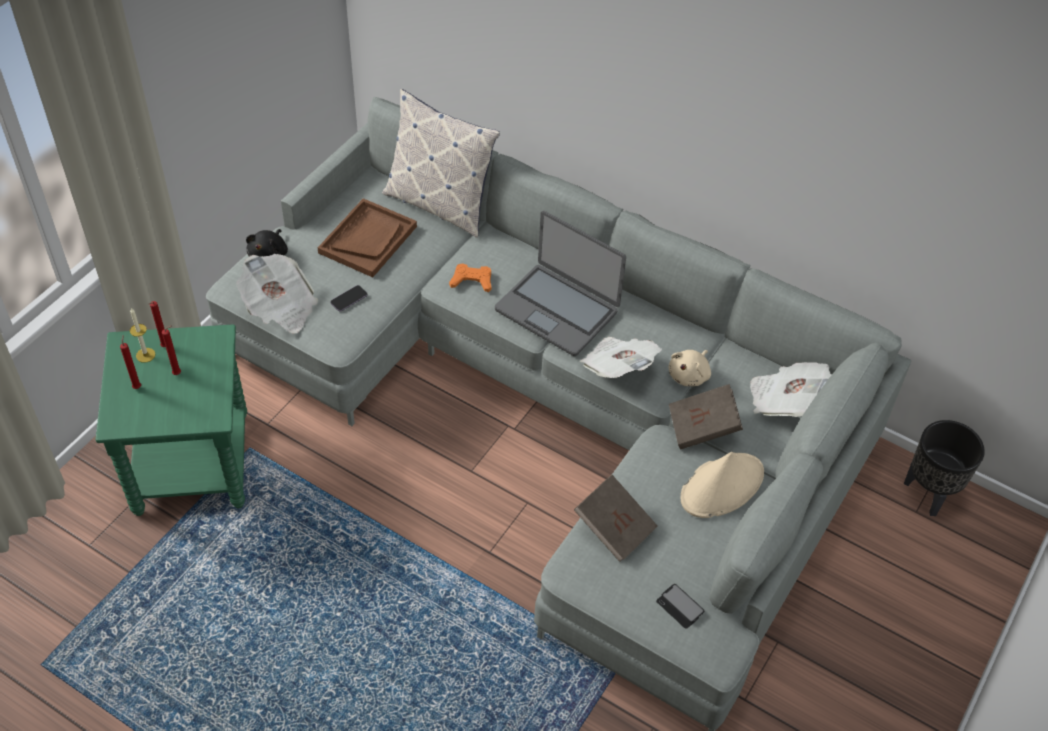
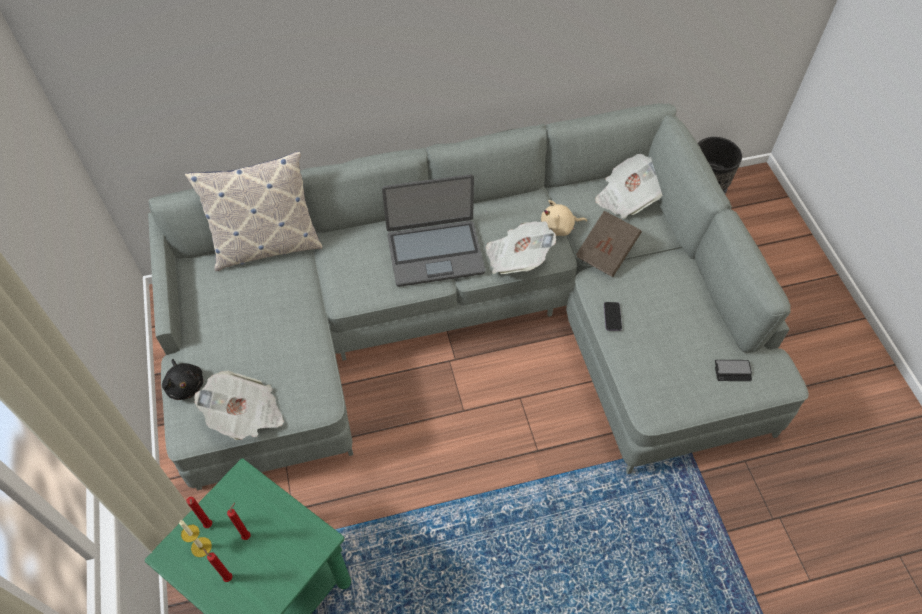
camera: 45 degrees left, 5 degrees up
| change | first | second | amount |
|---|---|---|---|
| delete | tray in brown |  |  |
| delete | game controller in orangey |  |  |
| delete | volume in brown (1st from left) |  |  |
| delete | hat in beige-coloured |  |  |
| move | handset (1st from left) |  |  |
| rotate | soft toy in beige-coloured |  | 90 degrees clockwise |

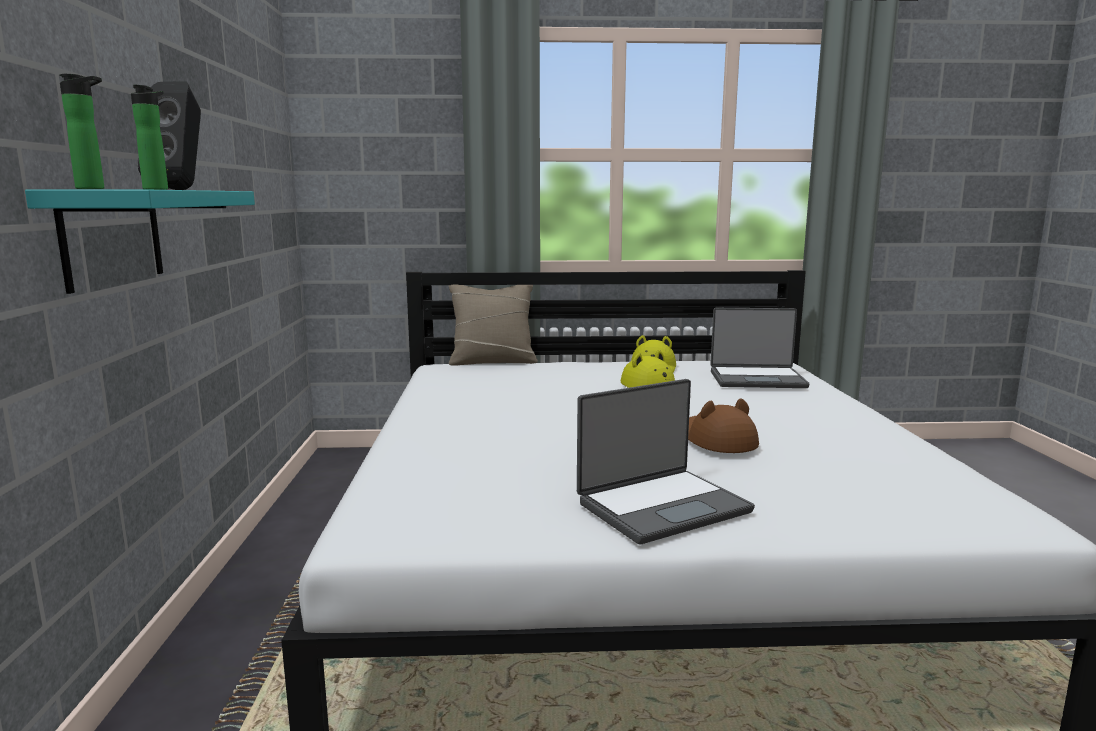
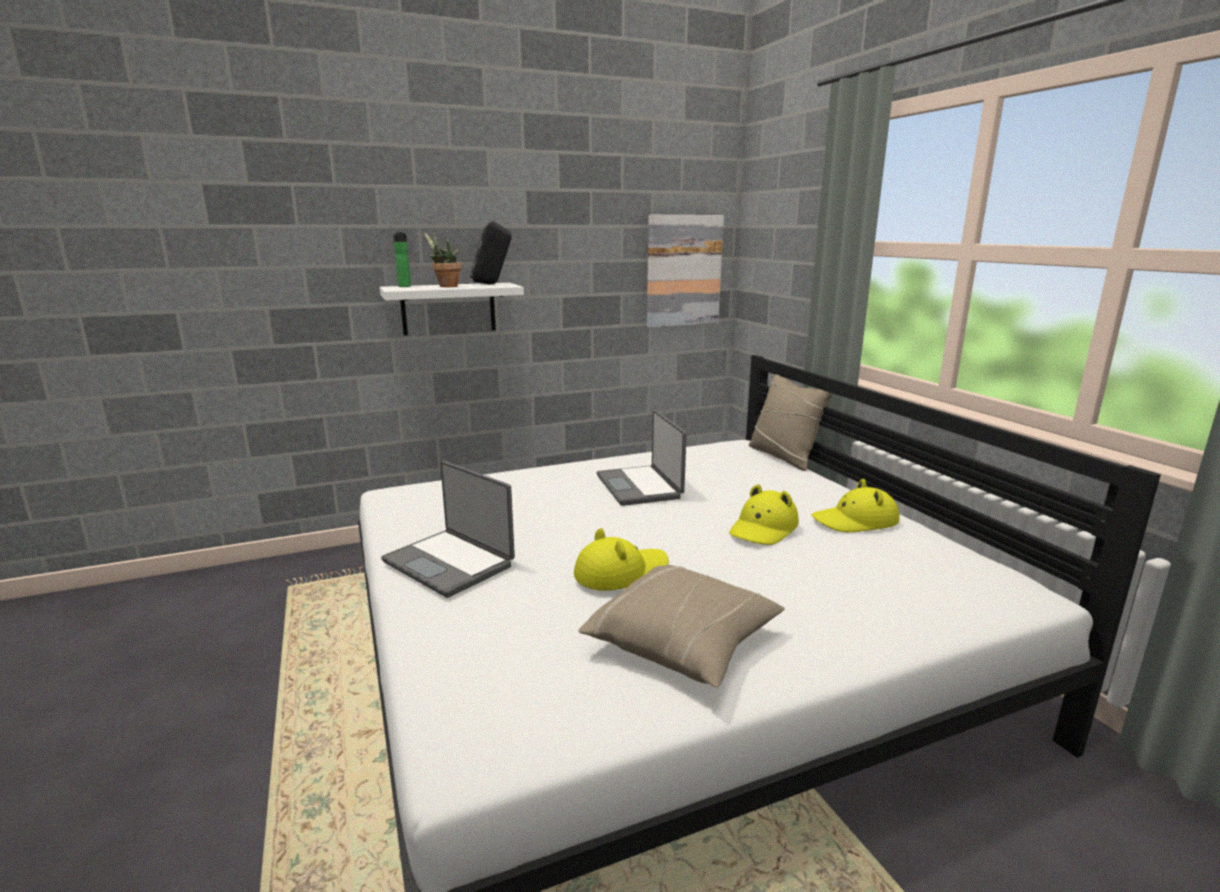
camera: 70 degrees right, 5 degrees up
| change | first | second | amount |
|---|---|---|---|
| insert |  | pillow in beige-coloured (1st from left) |  |
| insert |  | wall picture |  |
| move | notebook computer (2nd from left) |  |  |
| replace | bottle (2nd from left) | plant in a pot |  |
| recolor | bracket shelf in turquoise-coloured | bracket shelf in whitish |  |
| recolor | hat in brown | hat in yellowish (1st from left) |  |

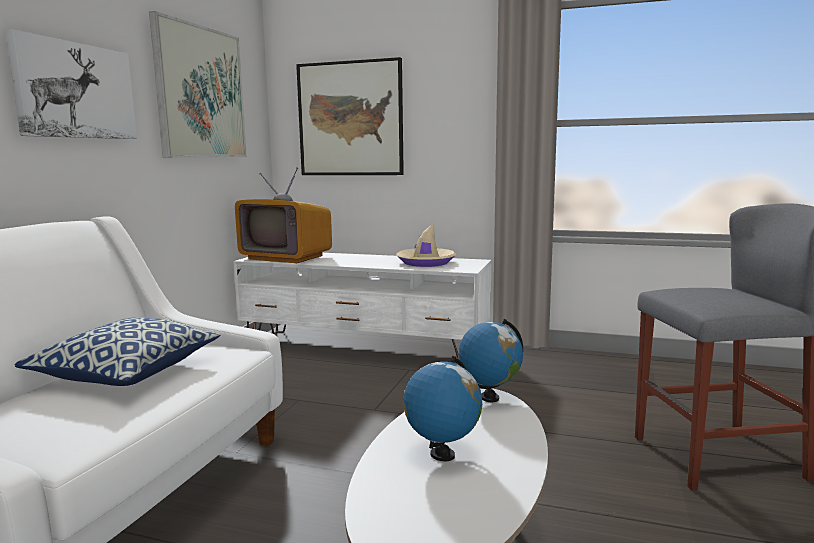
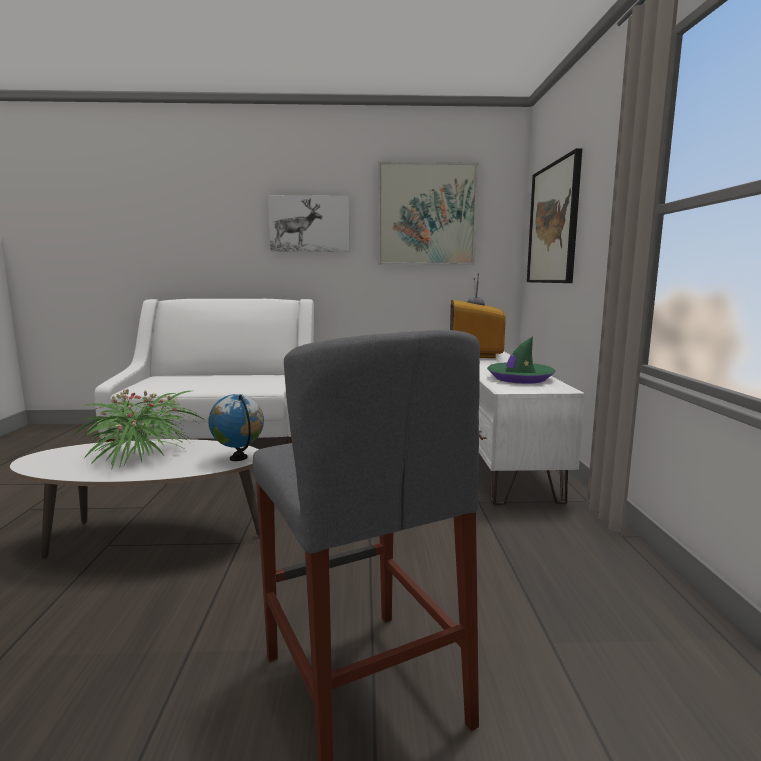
camera: 70 degrees right, 0 degrees up
| change | first | second | amount |
|---|---|---|---|
| delete | pillow |  |  |
| replace | globe (1st from left) | plant in a pot |  |
| recolor | hat in beige-coloured | hat in greenish |  |

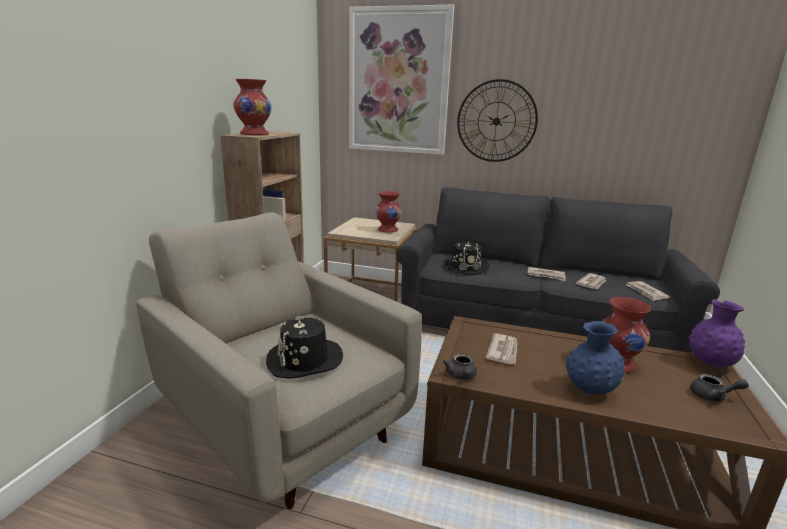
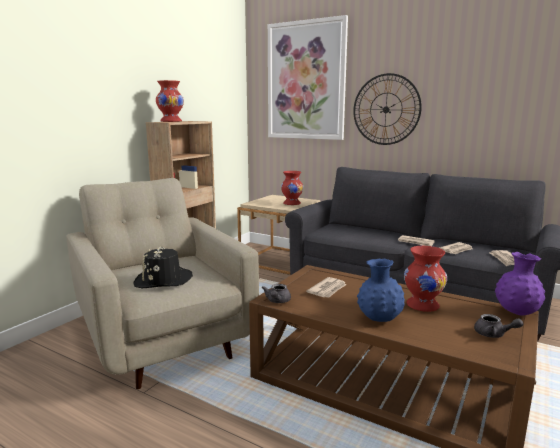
camera: 15 degrees right, 5 degrees down
| change | first | second | amount |
|---|---|---|---|
| delete | hat in black-coloured (2nd from left) |  |  |

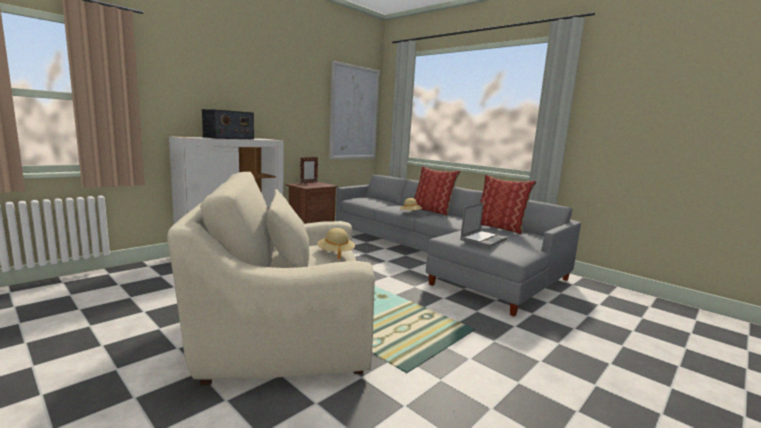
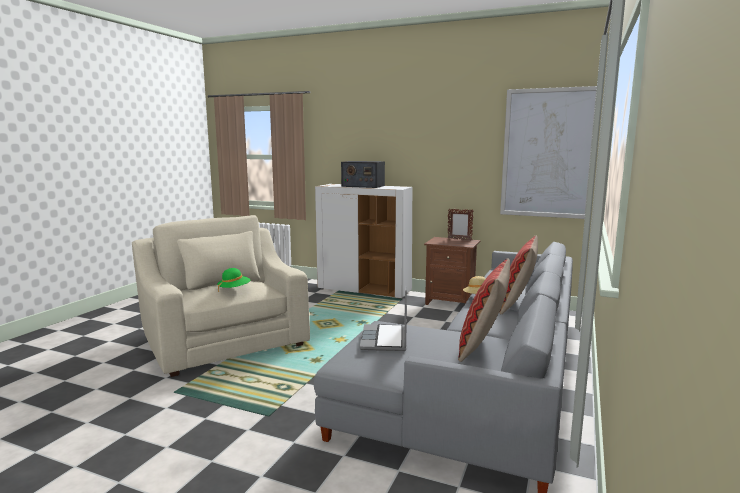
camera: 70 degrees right, 0 degrees up
| change | first | second | amount |
|---|---|---|---|
| recolor | hat in beige-coloured (1st from left) | hat in greenish |  |
| rotate | notebook computer |  | 75 degrees clockwise |

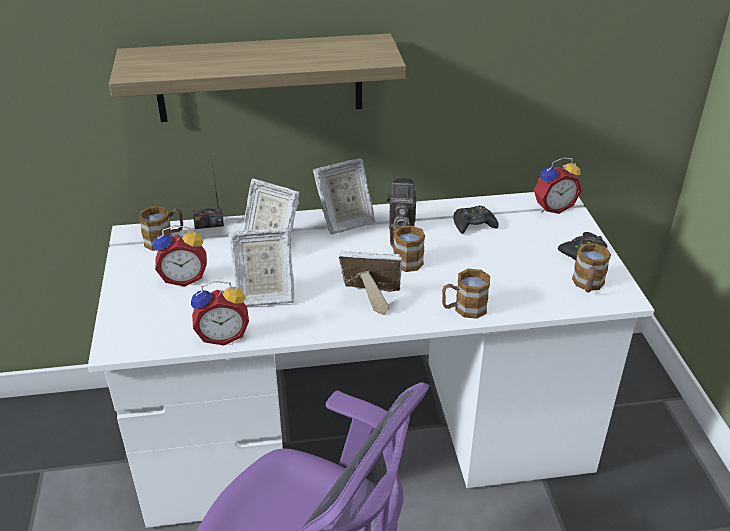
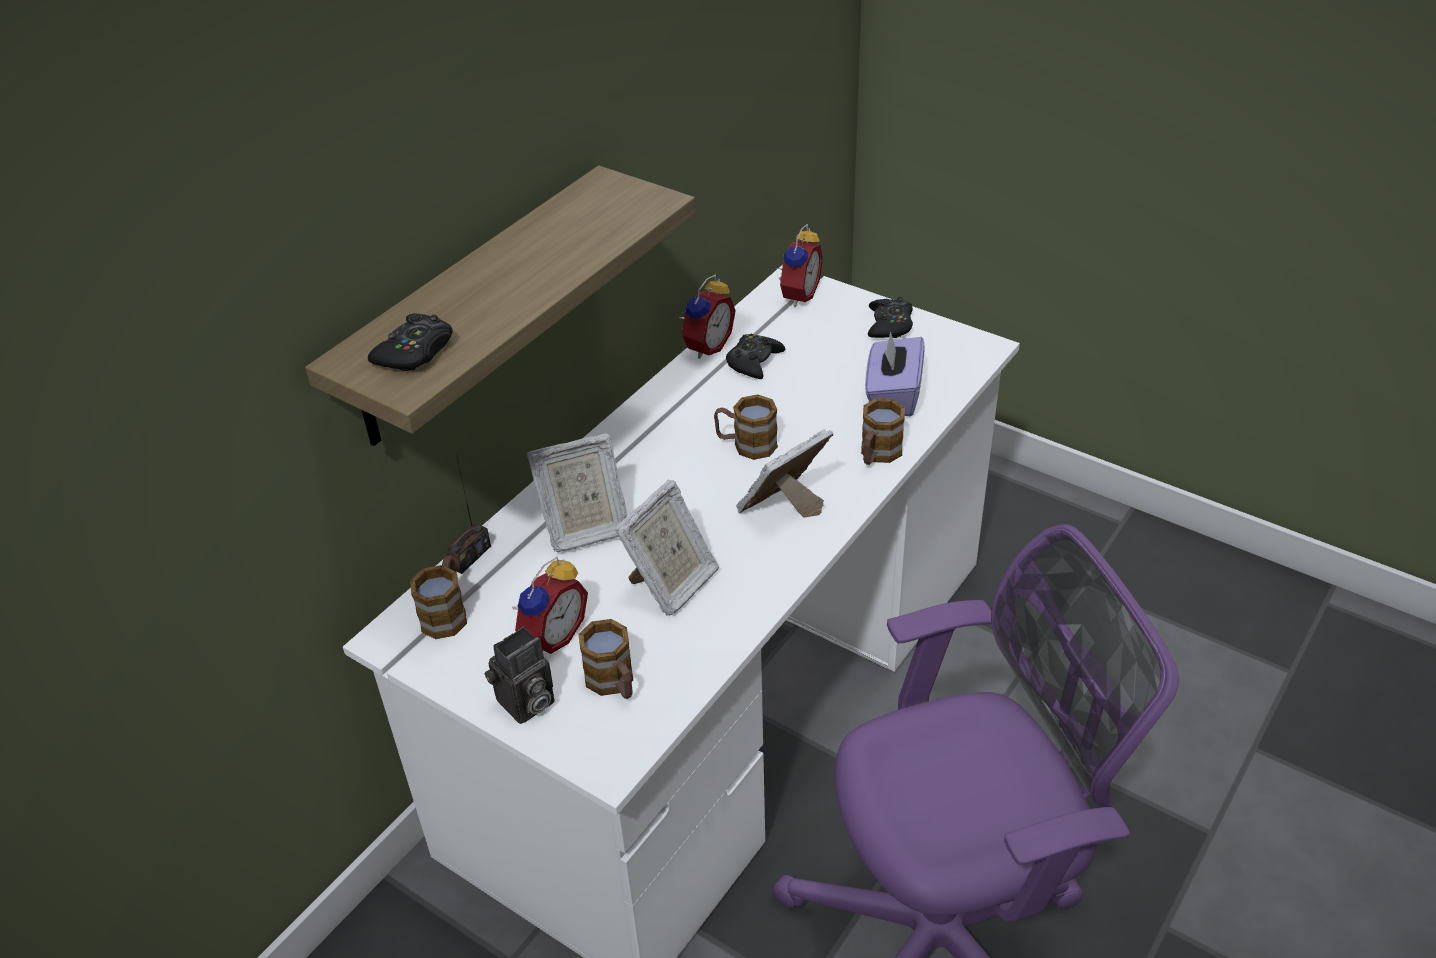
camera: 45 degrees left, 5 degrees up
| change | first | second | amount |
|---|---|---|---|
| delete | standing frame (3rd from left) |  |  |
| insert |  | game controller in black-coloured (1st from left) |  |
| insert |  | tissue box in purple |  |
| move | table clock (2nd from left) |  |  |
| move | still camera |  |  |
| move | coffee mug (4th from left in the first image) | coffee mug (2nd from left) |  |

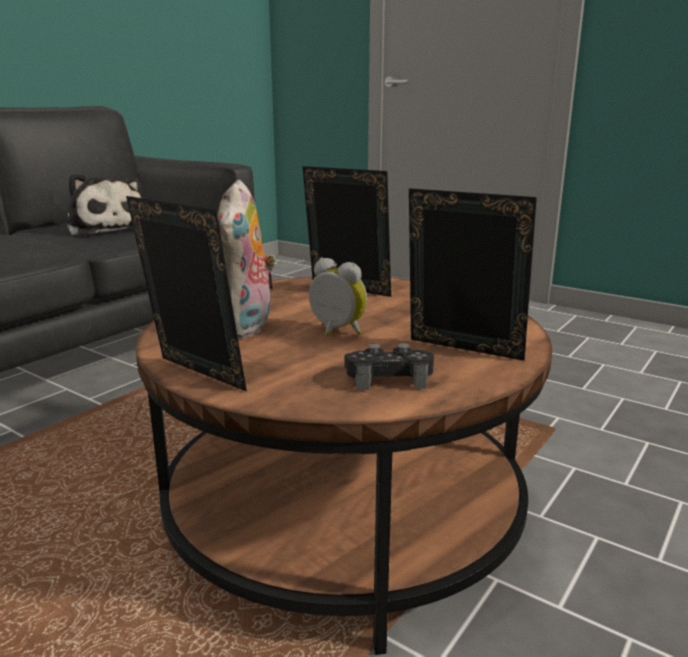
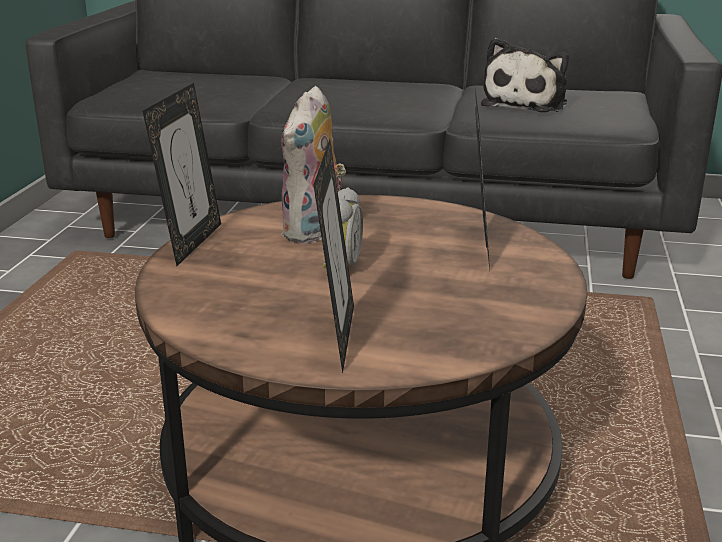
camera: 65 degrees right, 5 degrees up
| change | first | second | amount |
|---|---|---|---|
| delete | game controller in black-coloured |  |  |
| rotate | soft toy (2nd from left in the first image) | soft toy (1st from left) | 45 degrees counterclockwise |

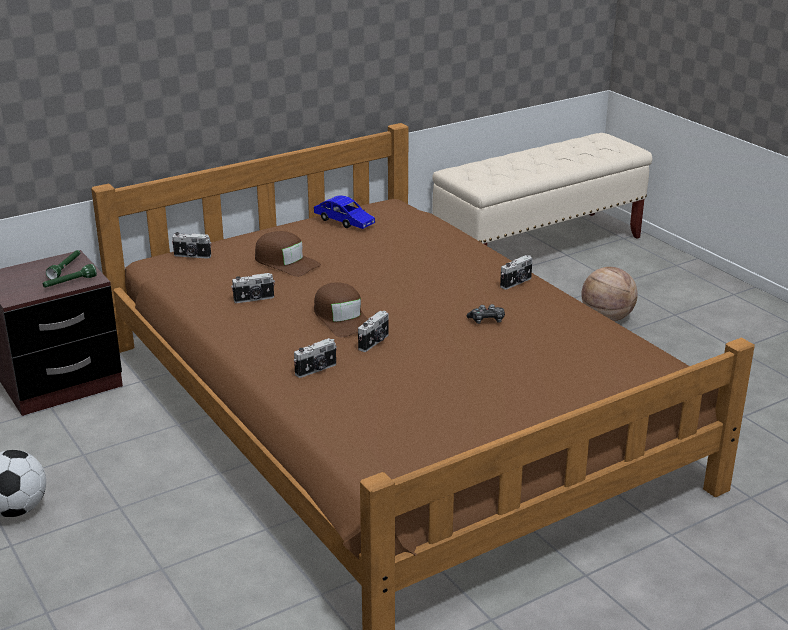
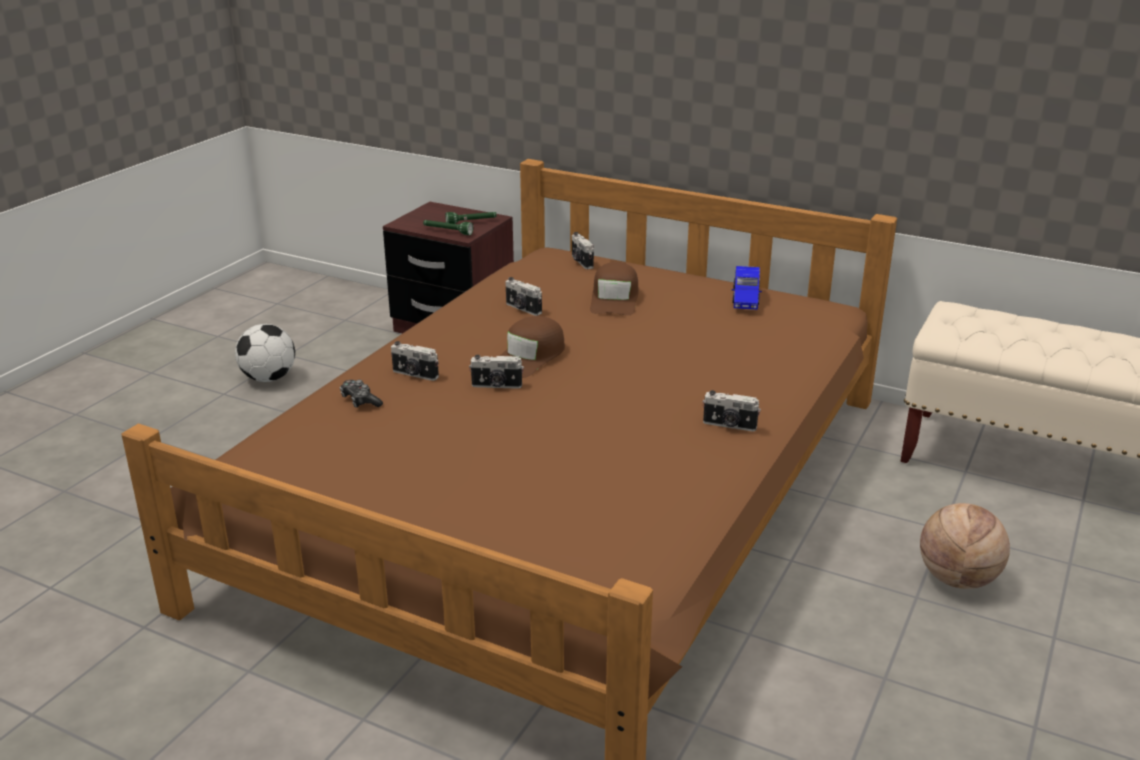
camera: 60 degrees right, 0 degrees up
| change | first | second | amount |
|---|---|---|---|
| move | game controller |  |  |

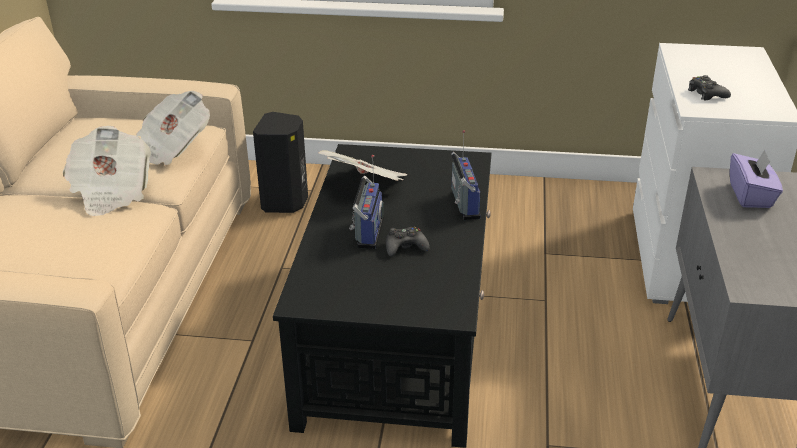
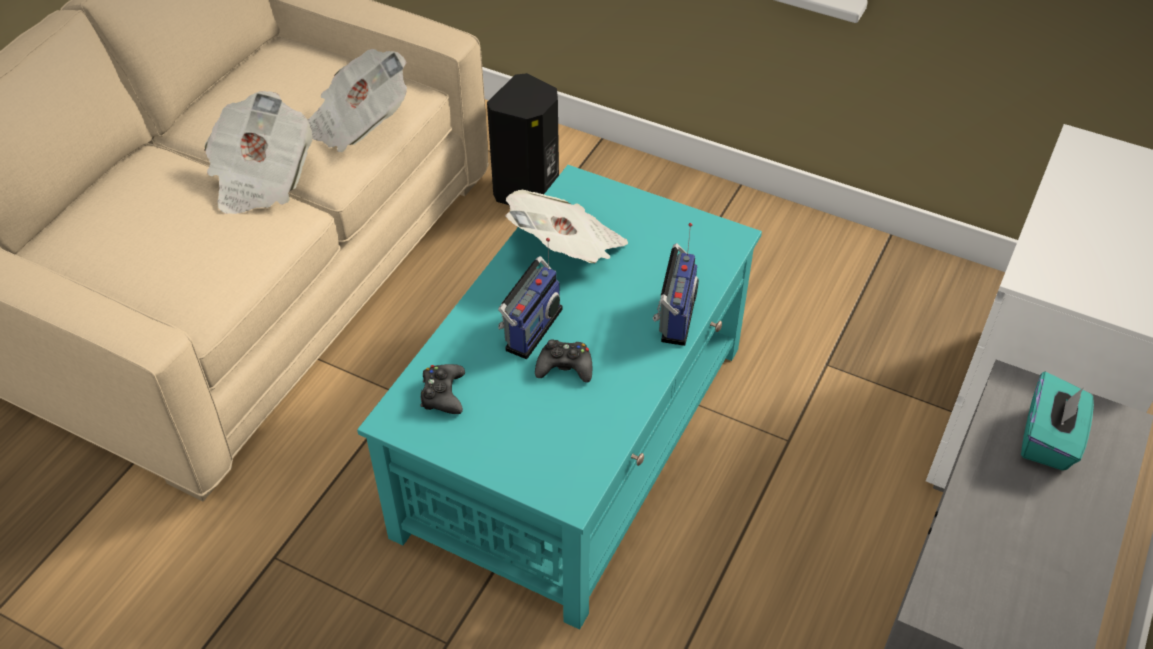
camera: 20 degrees right, 15 degrees up
| change | first | second | amount |
|---|---|---|---|
| move | game controller in black-coloured (2nd from left in the first image) | game controller in black-coloured (1st from left) |  |
| recolor | coffee table in black-coloured | coffee table in turquoise-coloured |  |
| recolor | tissue box in purple | tissue box in turquoise-coloured |  |

